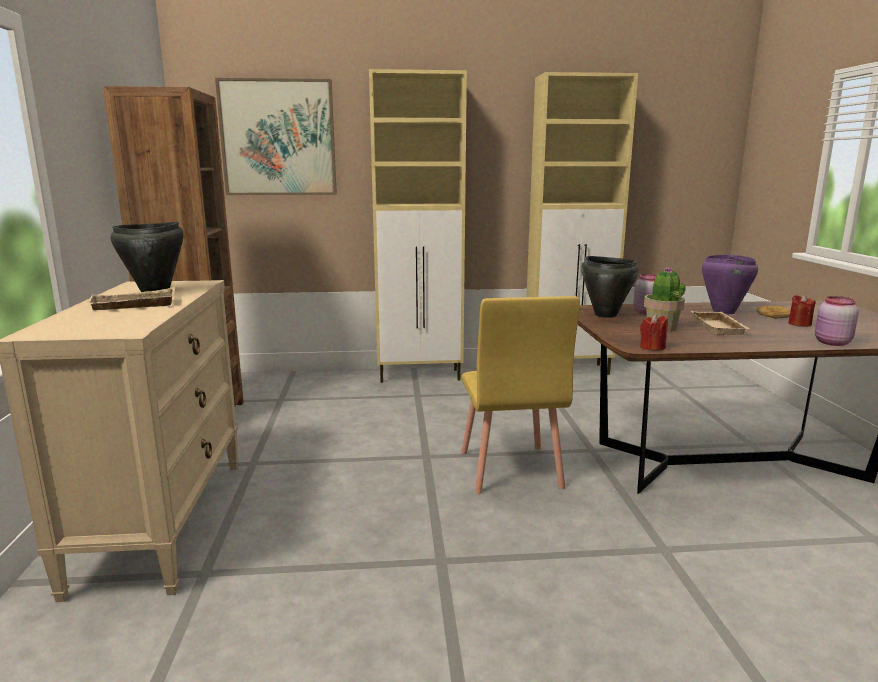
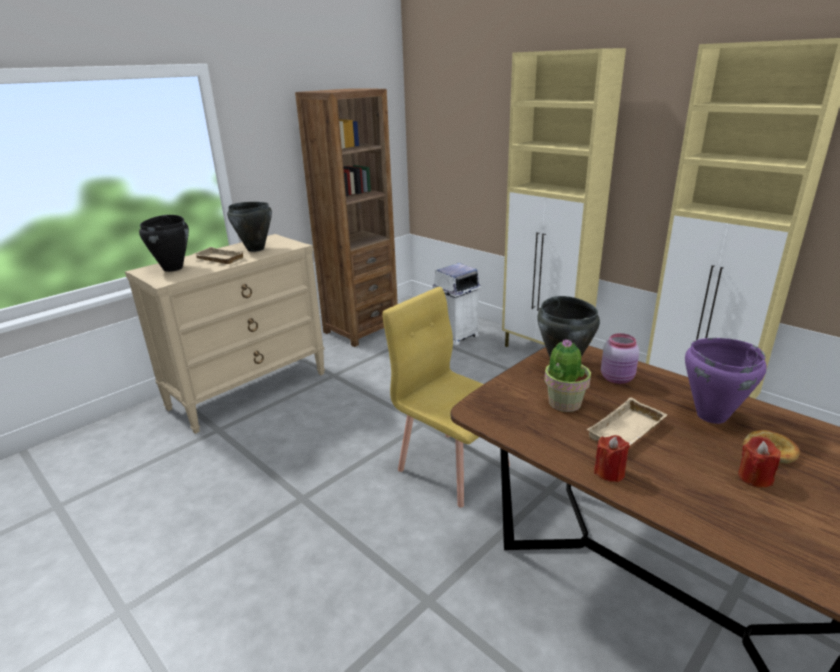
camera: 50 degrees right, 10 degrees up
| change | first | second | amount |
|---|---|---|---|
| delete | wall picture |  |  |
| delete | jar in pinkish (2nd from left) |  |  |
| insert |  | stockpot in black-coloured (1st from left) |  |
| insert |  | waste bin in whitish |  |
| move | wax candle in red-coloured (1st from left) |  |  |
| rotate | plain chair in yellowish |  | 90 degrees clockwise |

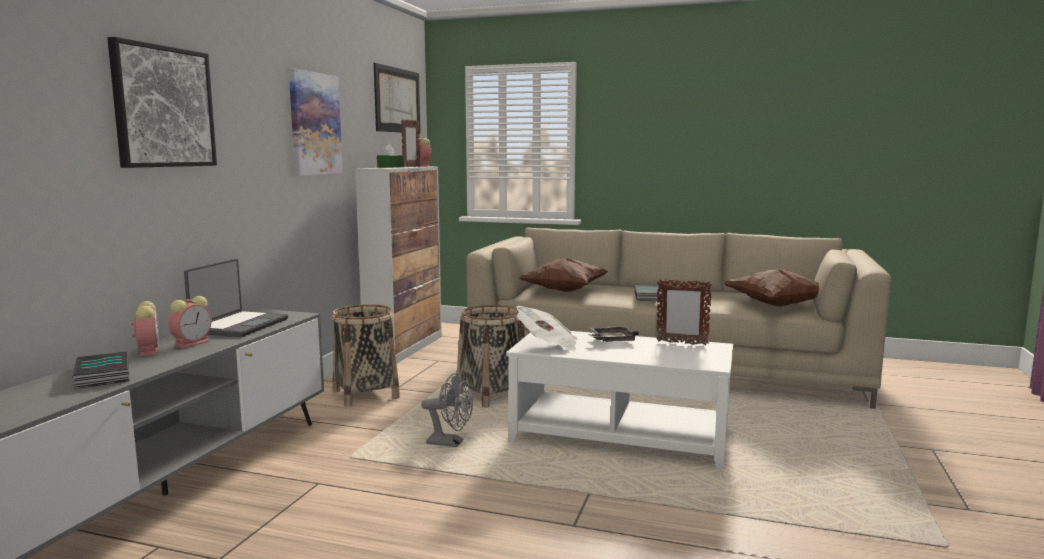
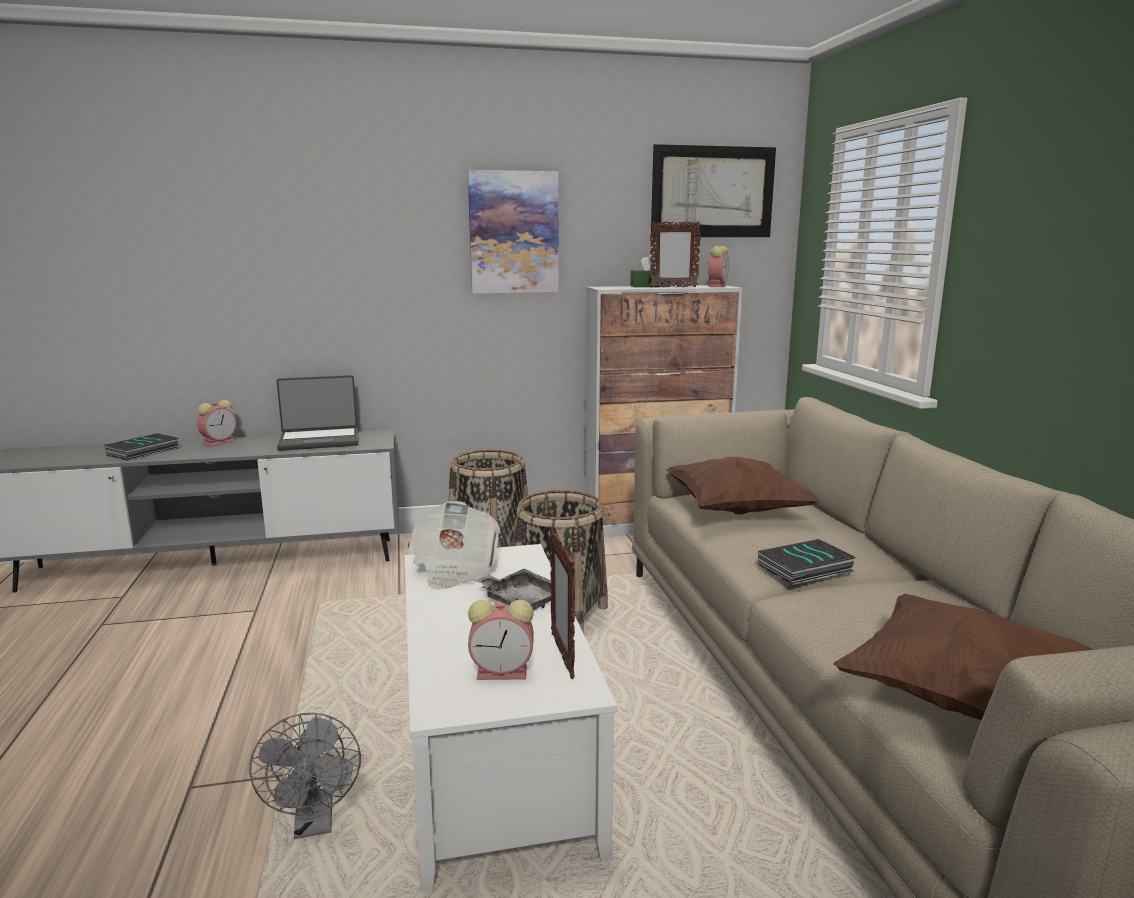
camera: 60 degrees right, 5 degrees up
| change | first | second | amount |
|---|---|---|---|
| delete | wall picture (1st from left) |  |  |
| move | table clock (2nd from left) |  |  |
| move | electric fan in greyish |  |  |

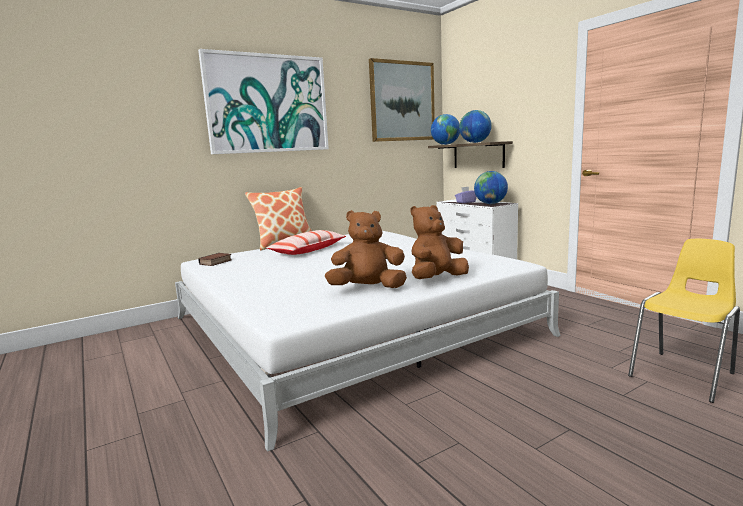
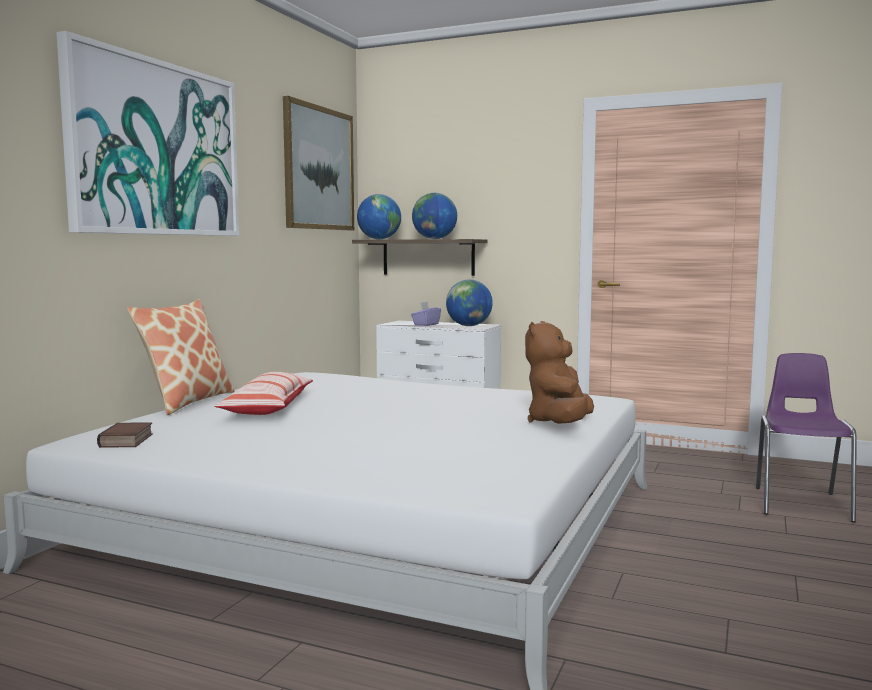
camera: 35 degrees left, 5 degrees down
| change | first | second | amount |
|---|---|---|---|
| delete | soft toy in brown (1st from left) |  |  |
| recolor | plain chair in yellowish | plain chair in purple |  |

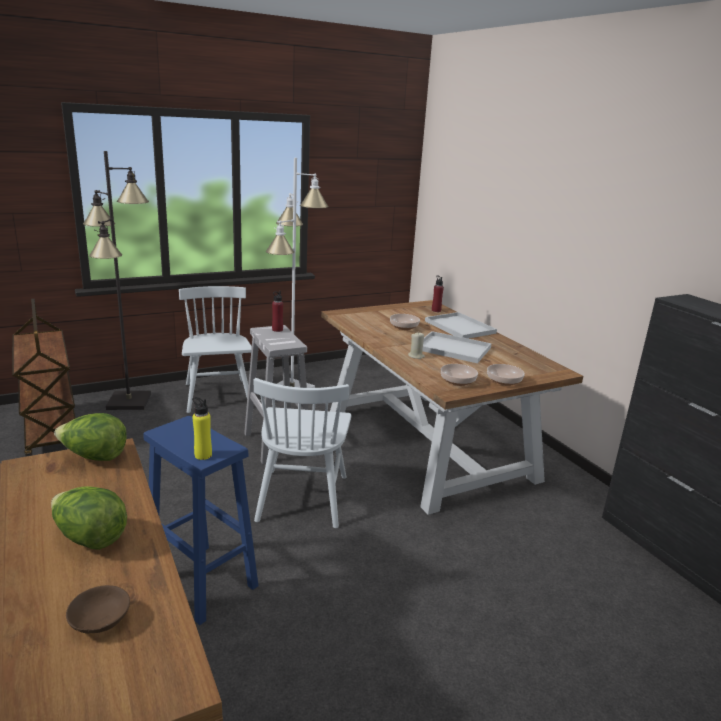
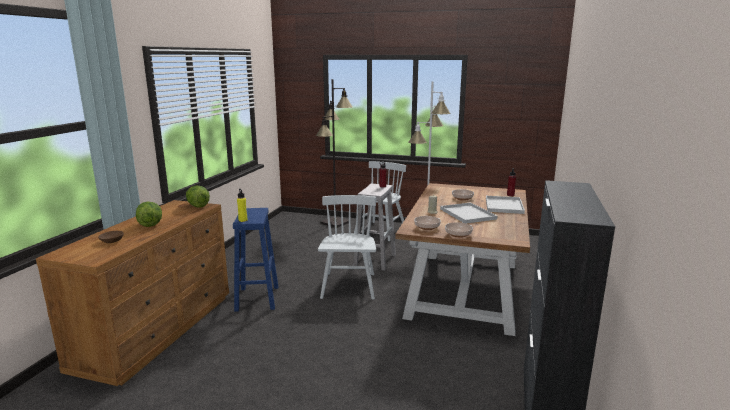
camera: 45 degrees right, 5 degrees down
| change | first | second | amount |
|---|---|---|---|
| delete | cart in brown |  |  |
| rotate | plain chair in whitish (2nd from left in the first image) | plain chair in whitish (1st from left) | 135 degrees clockwise |

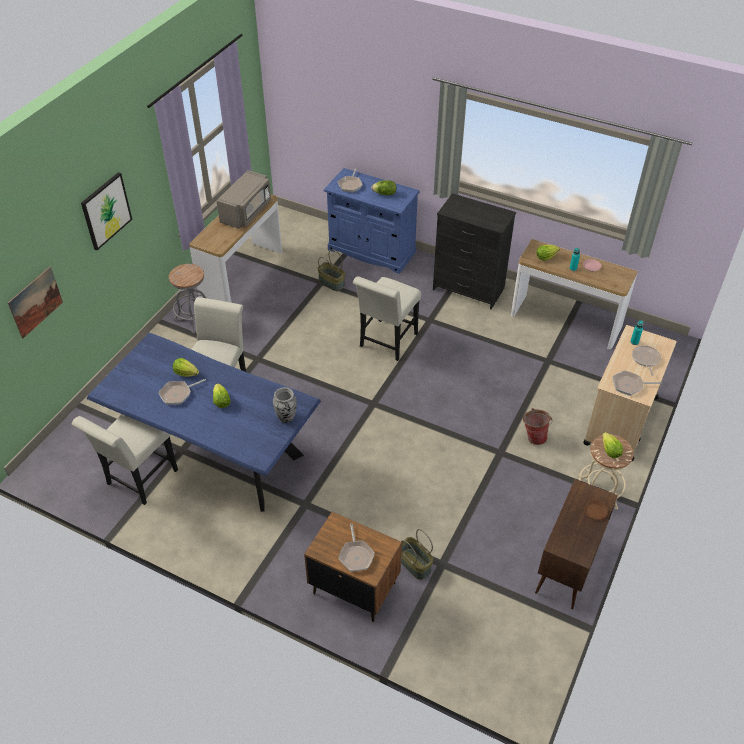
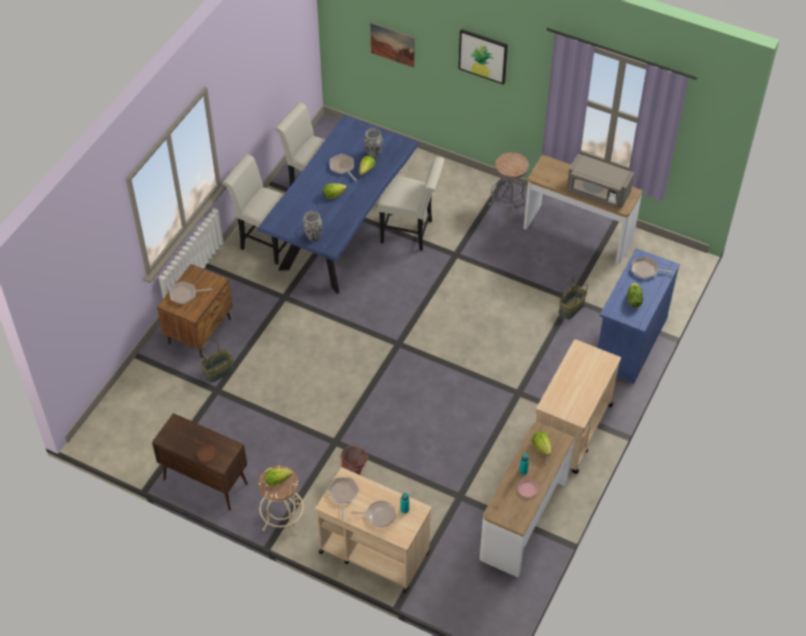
camera: 90 degrees right, 5 degrees up
| change | first | second | amount |
|---|---|---|---|
| insert |  | vase (2nd from left) |  |
| move | plain chair in whitish (3rd from left in the first image) | plain chair in whitish (1st from left) |  |
| replace | chest of drawers in black-coloured | cart in beige-coloured (2nd from left) |  |

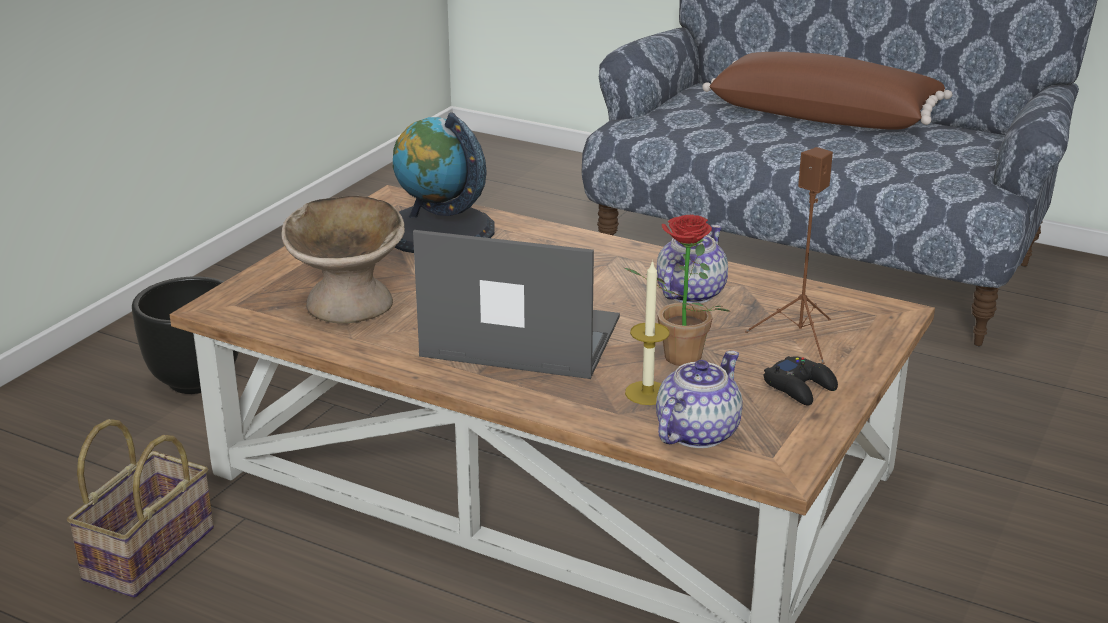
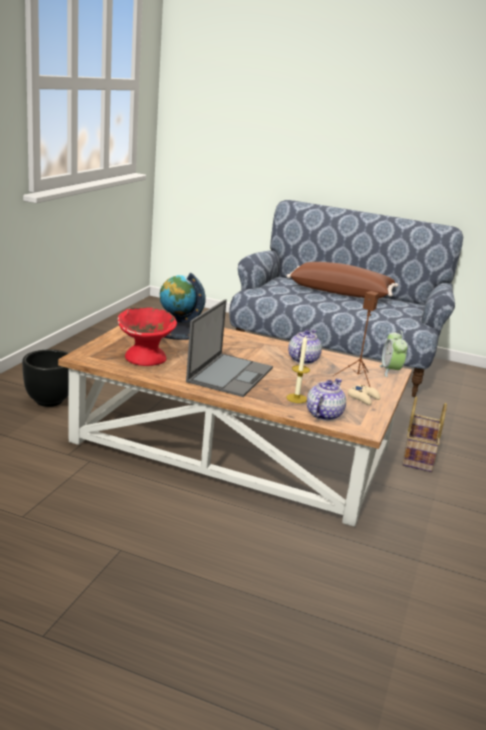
camera: 10 degrees left, 5 degrees down
| change | first | second | amount |
|---|---|---|---|
| delete | plant in a pot |  |  |
| insert |  | table clock |  |
| move | basket |  |  |
| recolor | deep dish in beige-coloured | deep dish in red-coloured |  |
| recolor | game controller in black-coloured | game controller in beige-coloured |  |
| rotate | notebook computer |  | 105 degrees clockwise |

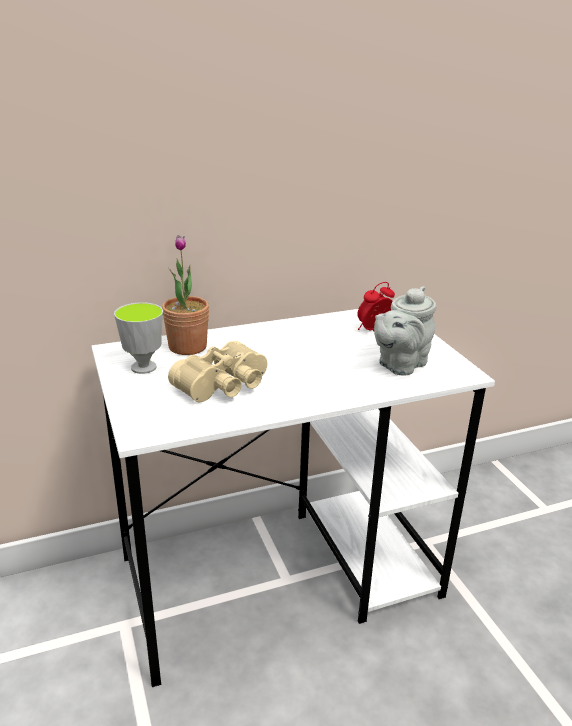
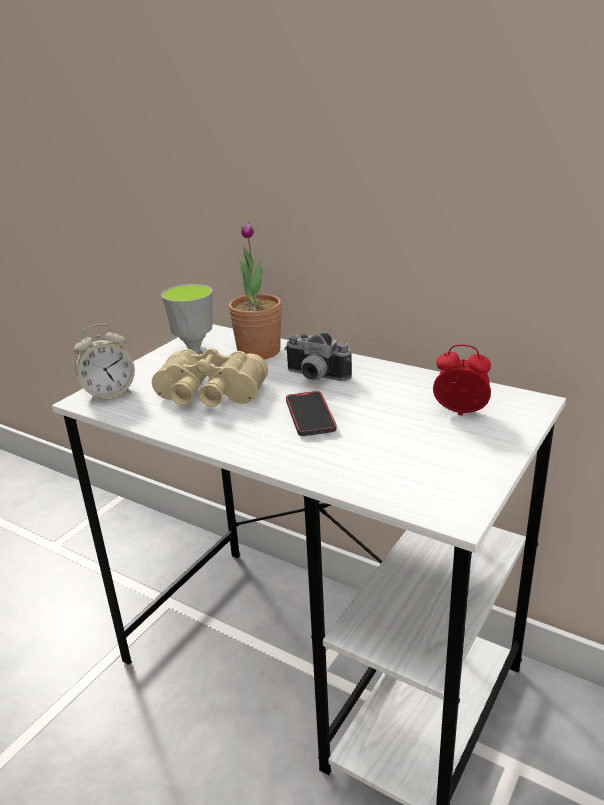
camera: 55 degrees right, 0 degrees up
| change | first | second | amount |
|---|---|---|---|
| delete | pot for tea in greyish |  |  |
| insert |  | table clock (1st from left) |  |
| insert |  | still camera |  |
| insert |  | handset |  |

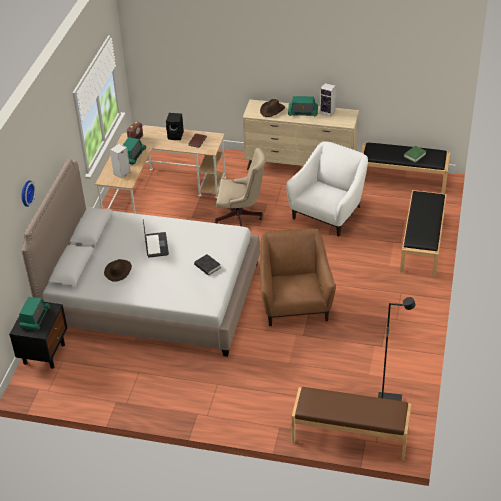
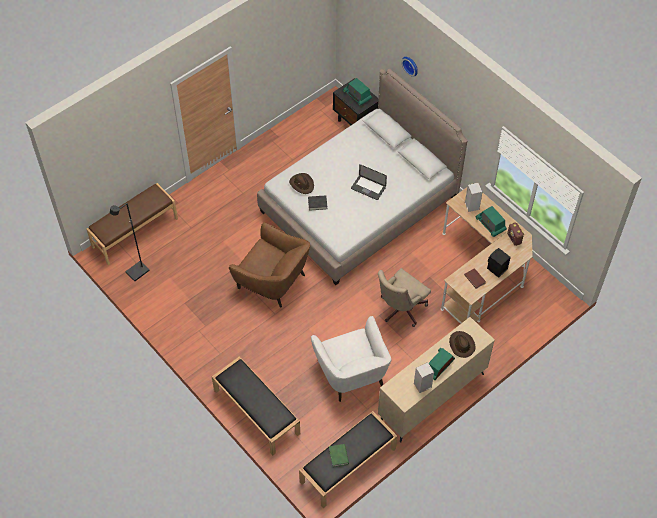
camera: 125 degrees right, 15 degrees up
| change | first | second | amount |
|---|---|---|---|
| move | hat in brown (1st from left) |  |  |

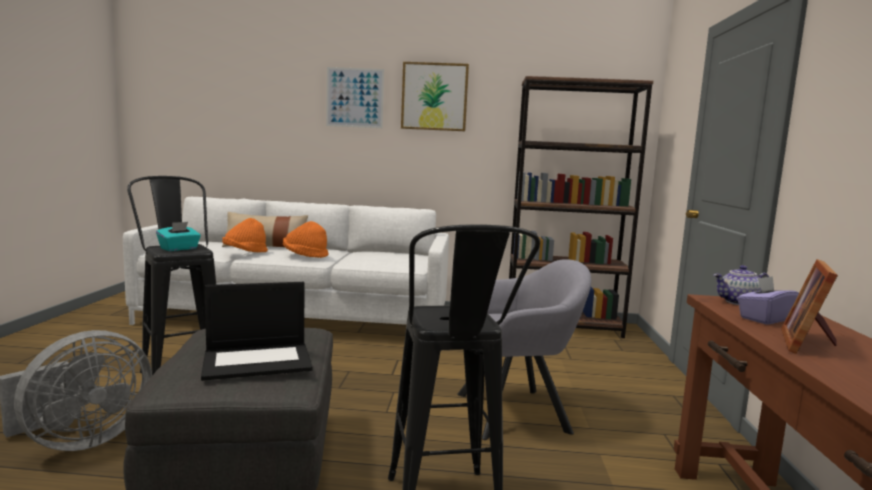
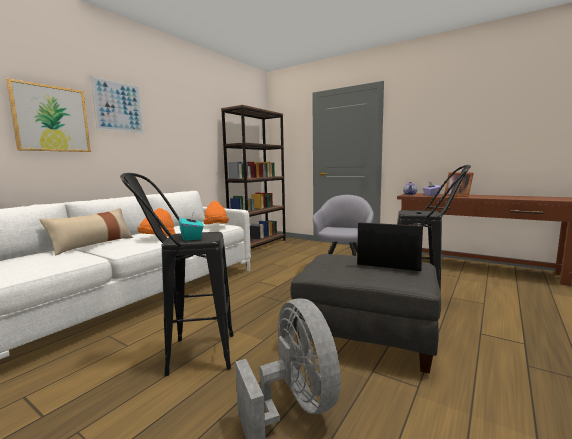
camera: 60 degrees left, 0 degrees up
| change | first | second | amount |
|---|---|---|---|
| move | hat in orangey (1st from left in the first image) | hat in orangey (2nd from left) |  |
| move | wall picture (2nd from left in the first image) | wall picture (1st from left) |  |
| rotate | notebook computer |  | 75 degrees counterclockwise |

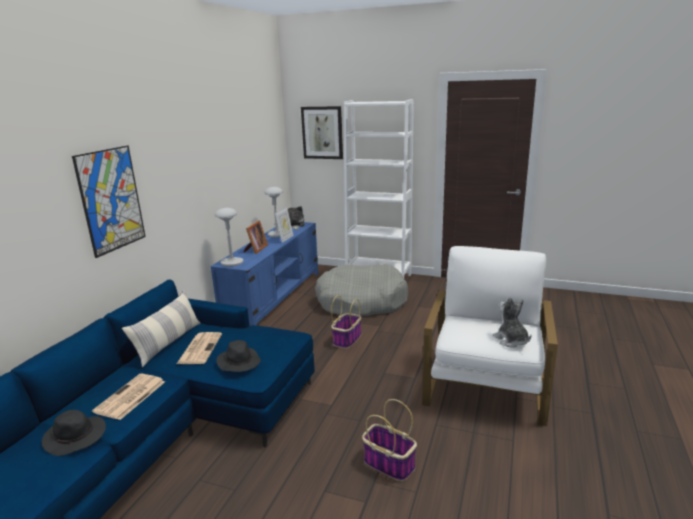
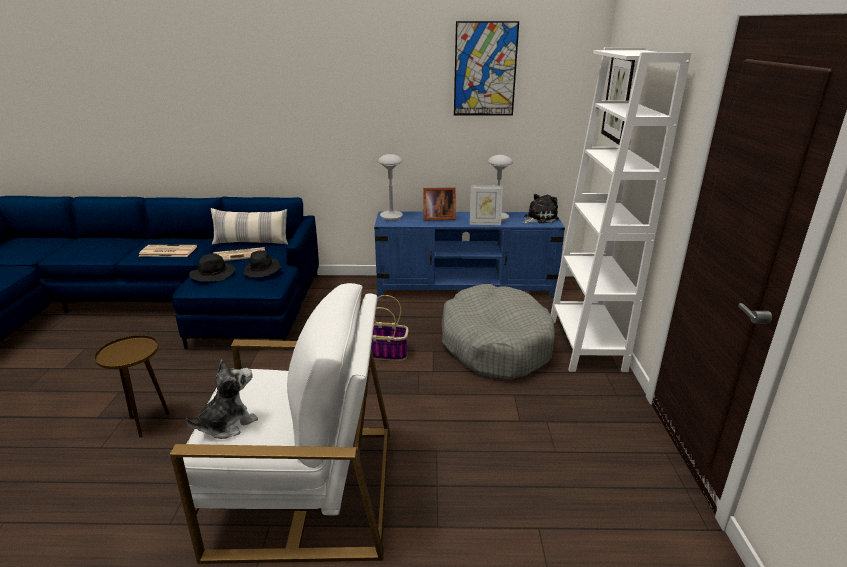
camera: 70 degrees right, 5 degrees up
| change | first | second | amount |
|---|---|---|---|
| move | hat in black-coloured (1st from left in the first image) | hat in black-coloured (2nd from left) |  |
| move | wall picture (1st from left) |  |  |
| replace | basket (2nd from left) | end table in brown |  |

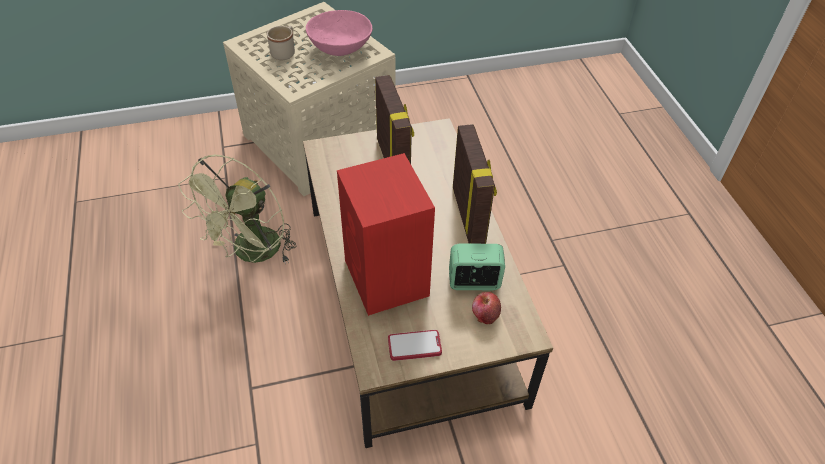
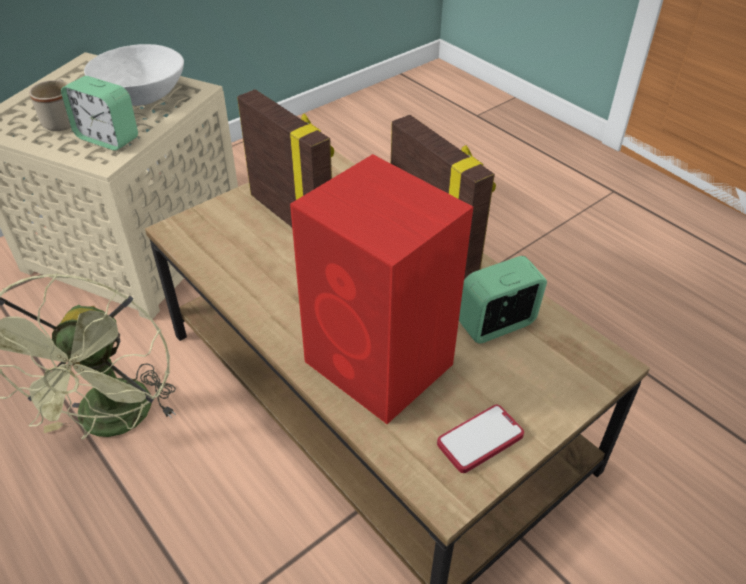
camera: 25 degrees left, 5 degrees down
| change | first | second | amount |
|---|---|---|---|
| delete | apple |  |  |
| insert |  | table clock (1st from left) |  |
| recolor | deep dish in pinkish | deep dish in whitish |  |

